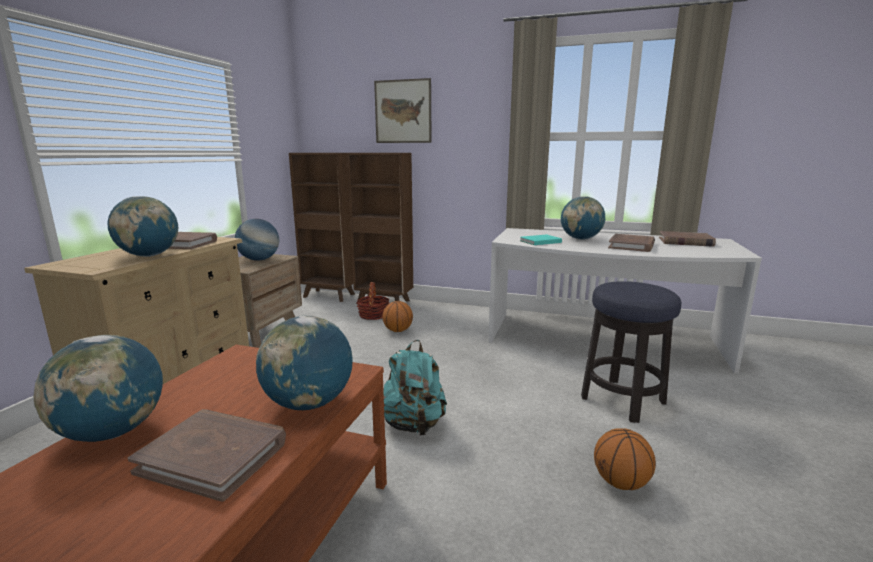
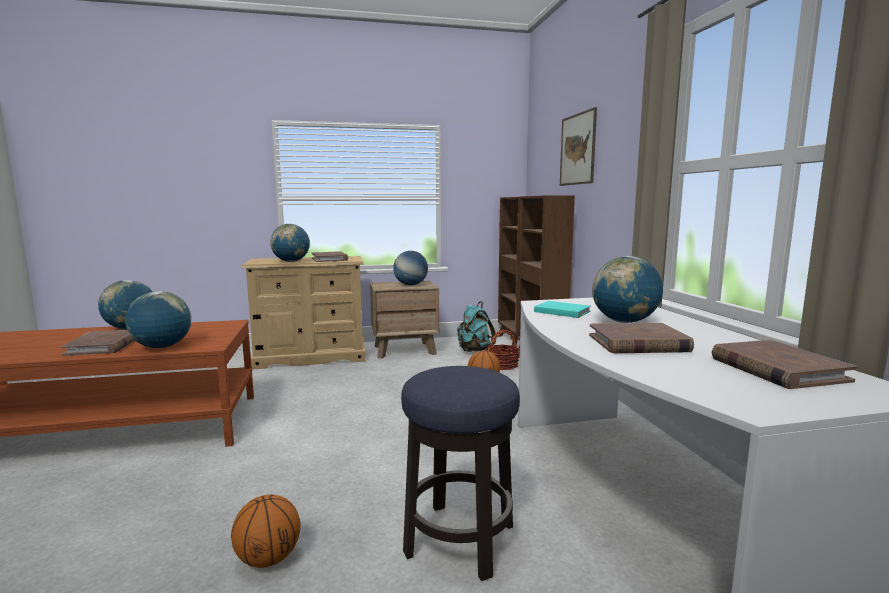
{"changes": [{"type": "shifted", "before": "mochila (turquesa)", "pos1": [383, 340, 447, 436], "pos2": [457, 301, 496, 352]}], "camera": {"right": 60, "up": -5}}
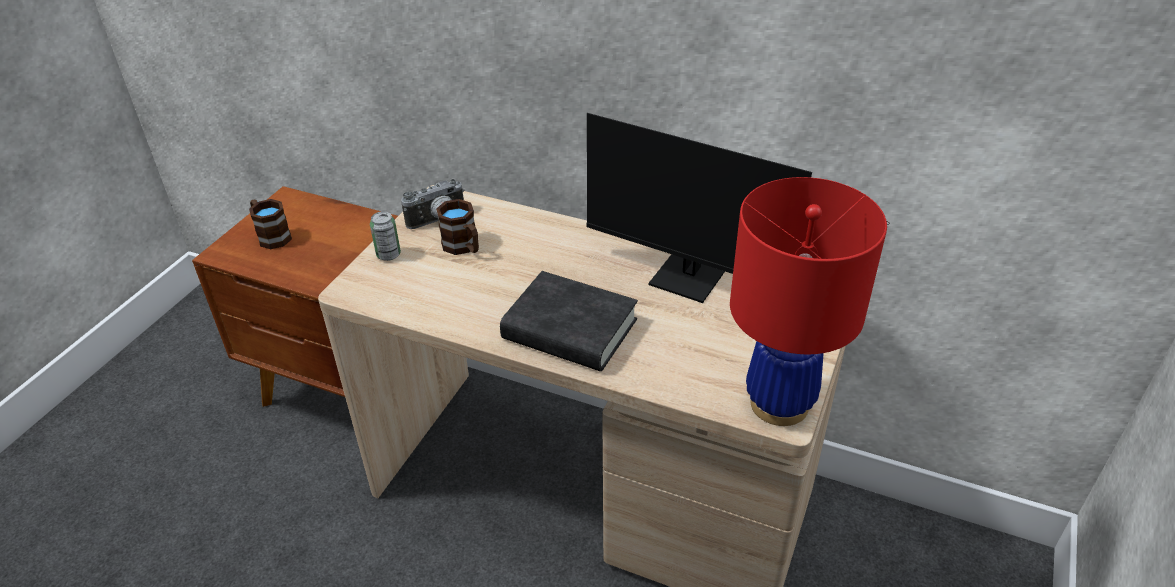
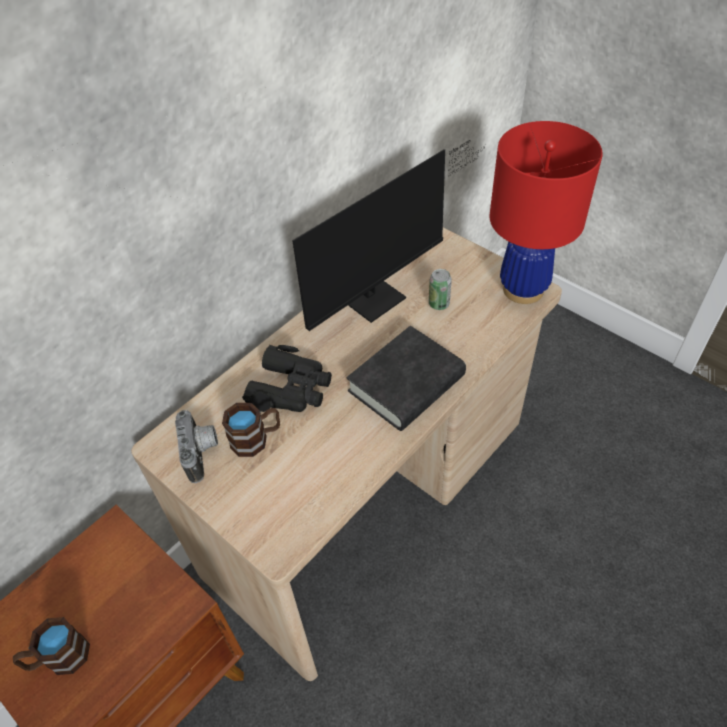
{"changes": [{"type": "shifted", "before": "lata", "pos1": [370, 211, 401, 261], "pos2": [429, 269, 452, 310]}, {"type": "new", "after": "prismáticos (negro)", "pos2": [242, 345, 332, 412]}], "camera": {"right": -70, "up": 10}}
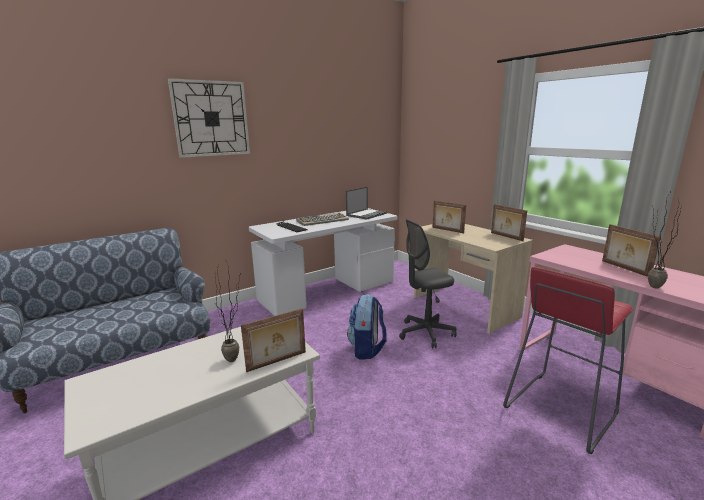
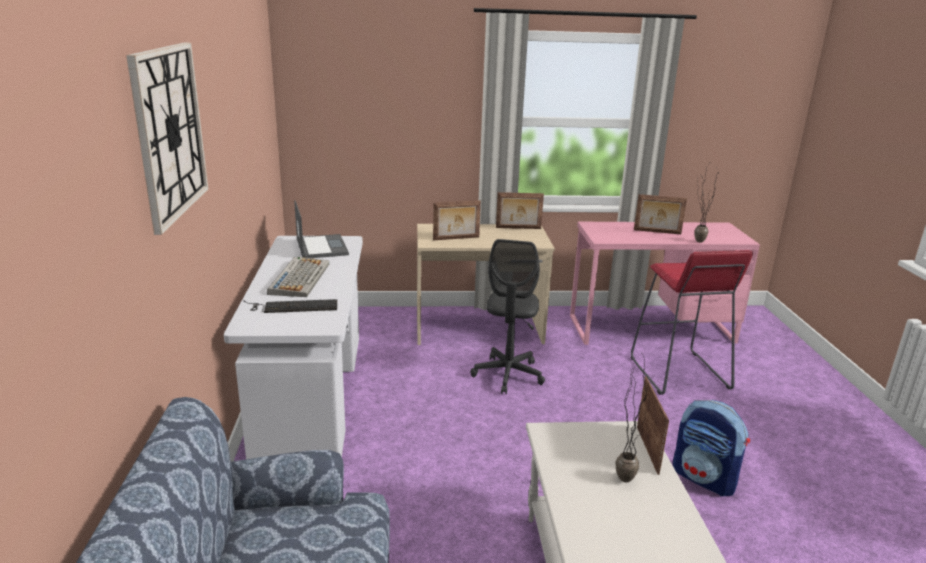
{"changes": [{"type": "shifted", "before": "mochila", "pos1": [347, 294, 387, 360], "pos2": [672, 400, 750, 496]}], "camera": {"right": -60, "up": 5}}
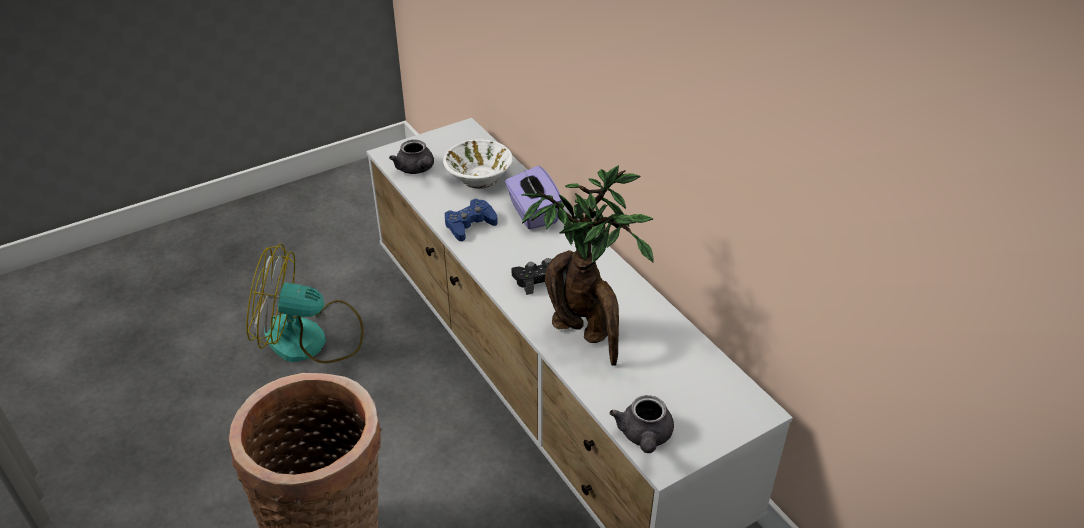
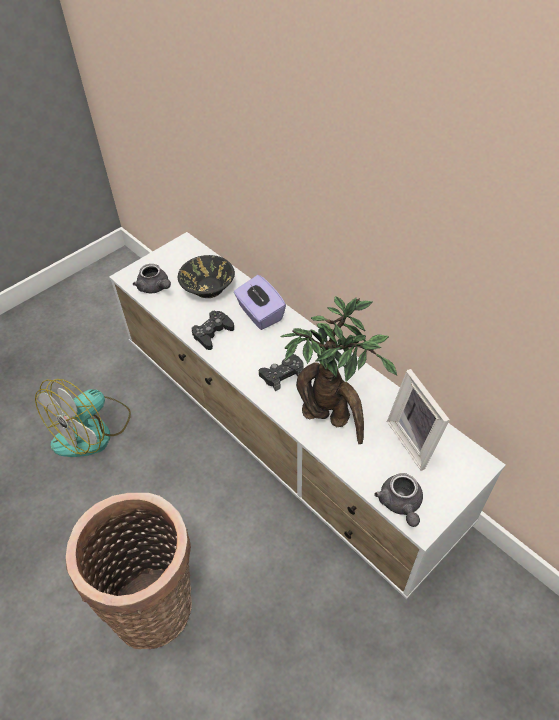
{"changes": [{"type": "rotated", "before": "ventilador", "pos1": [246, 243, 364, 363], "pos2": [35, 379, 131, 457], "turn": -45}, {"type": "repainted", "before": "cuenco (blanco)", "after": "cuenco (negro)", "pos1": [443, 139, 513, 189], "pos2": [178, 255, 235, 298]}, {"type": "repainted", "before": "mando de consola (azul)", "after": "mando de consola (negro)", "pos1": [445, 199, 498, 241], "pos2": [192, 311, 234, 350]}, {"type": "new", "after": "portarretratos", "pos2": [387, 369, 450, 471]}], "camera": {"right": -10, "up": 10}}
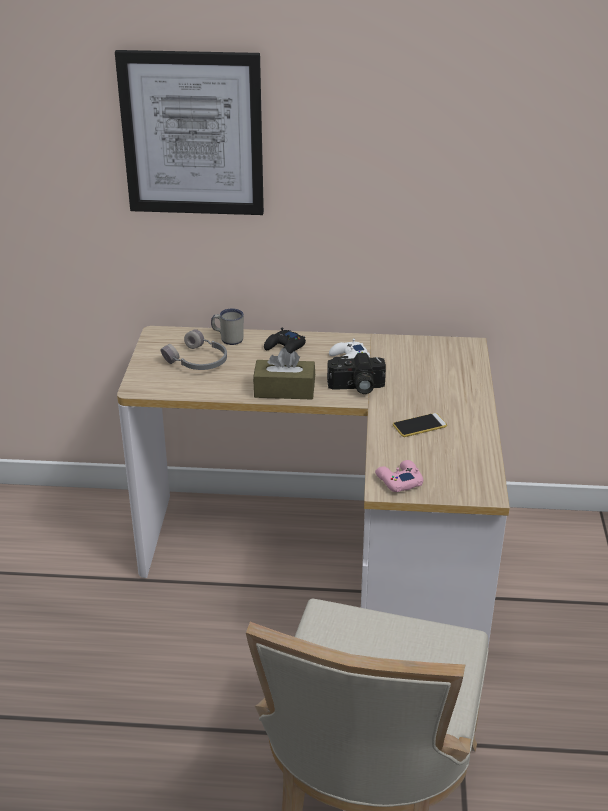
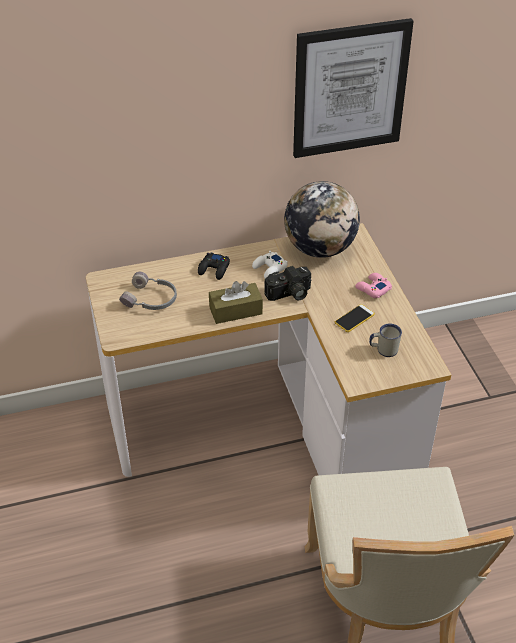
{"changes": [{"type": "shifted", "before": "cuadro", "pos1": [115, 50, 264, 215], "pos2": [293, 18, 414, 158]}, {"type": "shifted", "before": "taza grande (blanco)", "pos1": [211, 309, 244, 345], "pos2": [369, 324, 402, 357]}, {"type": "shifted", "before": "mando de consola (rosa)", "pos1": [375, 460, 423, 492], "pos2": [355, 273, 392, 298]}, {"type": "new", "after": "globo terráqueo", "pos2": [284, 181, 360, 258]}], "camera": {"right": -20, "up": 10}}
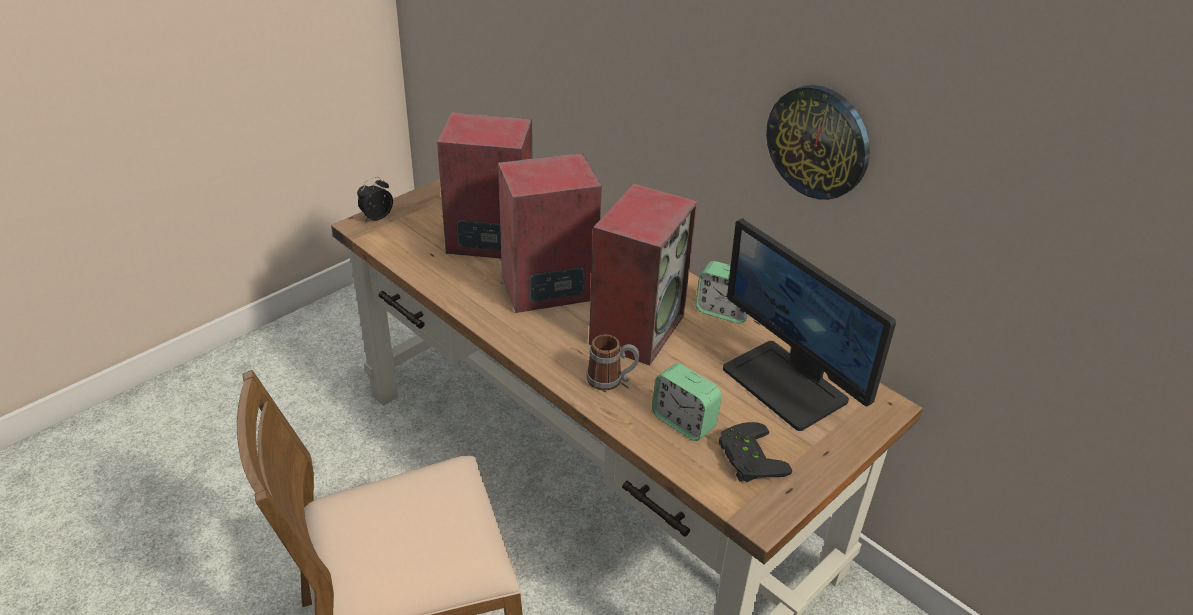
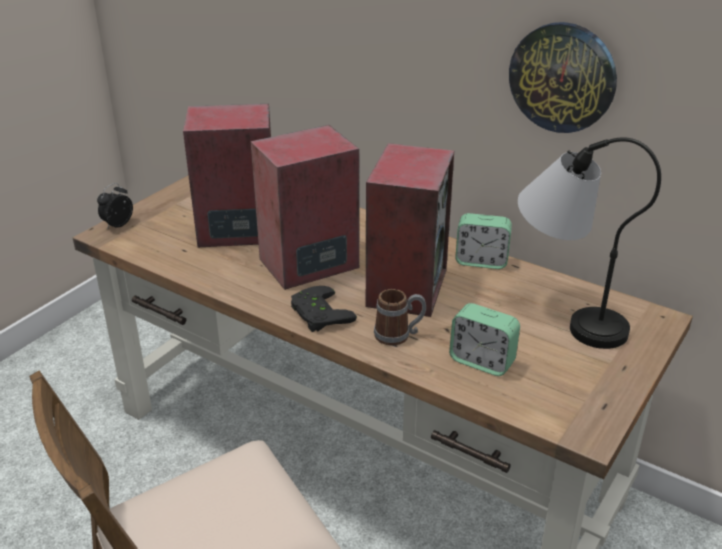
{"changes": [{"type": "shifted", "before": "mando de consola (negro)", "pos1": [719, 422, 792, 482], "pos2": [291, 286, 357, 332]}, {"type": "swapped", "before": "monitor", "after": "lámpara de mesa", "pos1": [723, 219, 896, 431], "pos2": [518, 137, 661, 349]}], "camera": {"right": -10, "up": -5}}
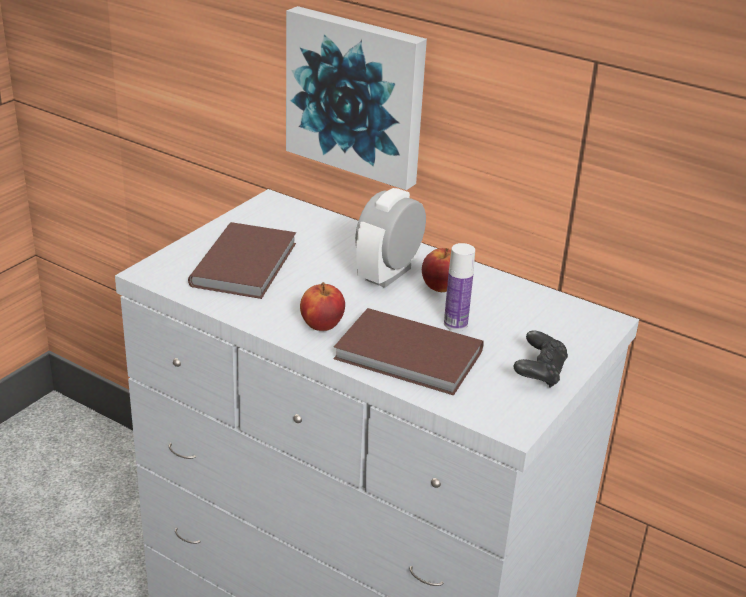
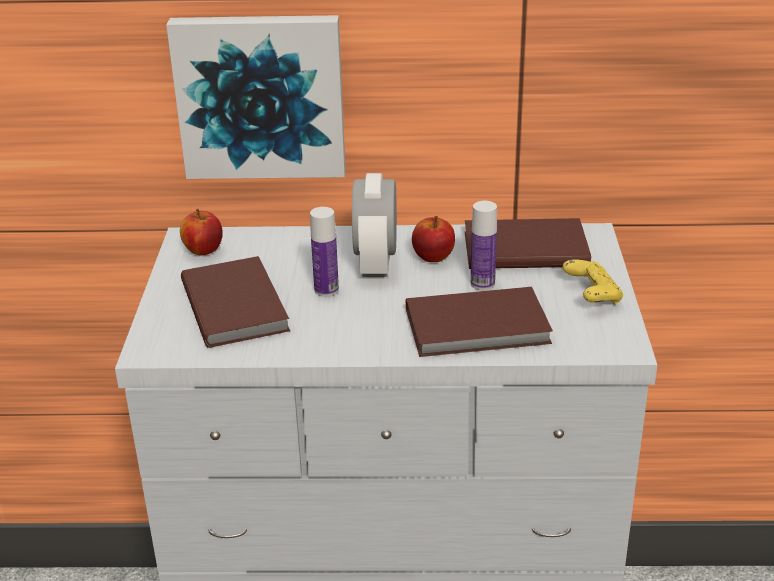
{"changes": [{"type": "shifted", "before": "manzana", "pos1": [300, 282, 345, 331], "pos2": [180, 209, 223, 255]}, {"type": "repainted", "before": "mando de consola (negro)", "after": "mando de consola (amarillo)", "pos1": [514, 330, 568, 388], "pos2": [563, 260, 623, 305]}, {"type": "new", "after": "botella", "pos2": [310, 207, 339, 297]}, {"type": "new", "after": "libro (marrón)", "pos2": [465, 218, 591, 269]}], "camera": {"right": -30, "up": 0}}
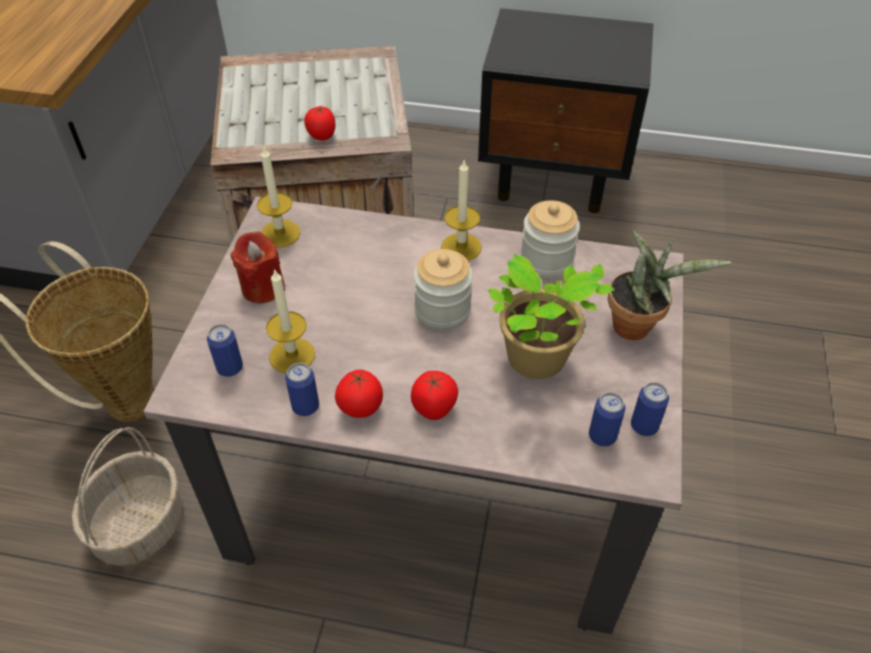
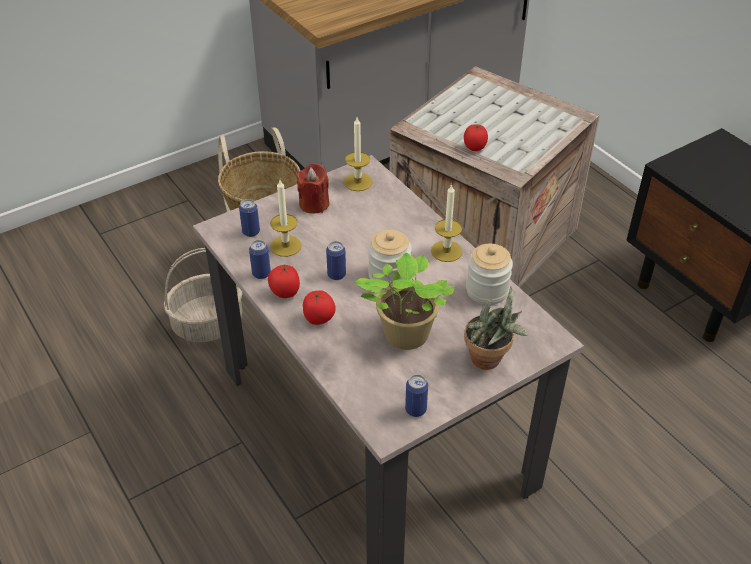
{"changes": [{"type": "shifted", "before": "lata", "pos1": [589, 392, 625, 446], "pos2": [326, 241, 346, 280]}], "camera": {"right": 45, "up": -5}}
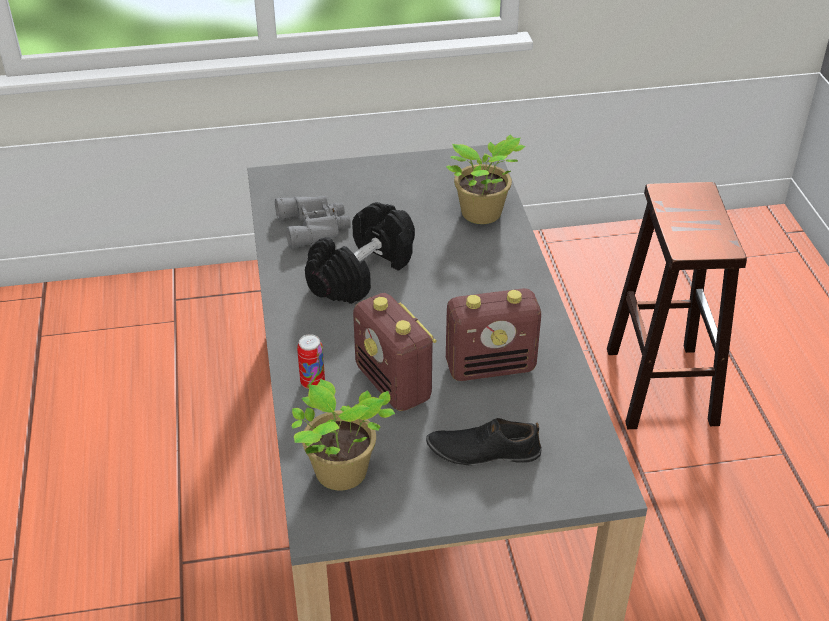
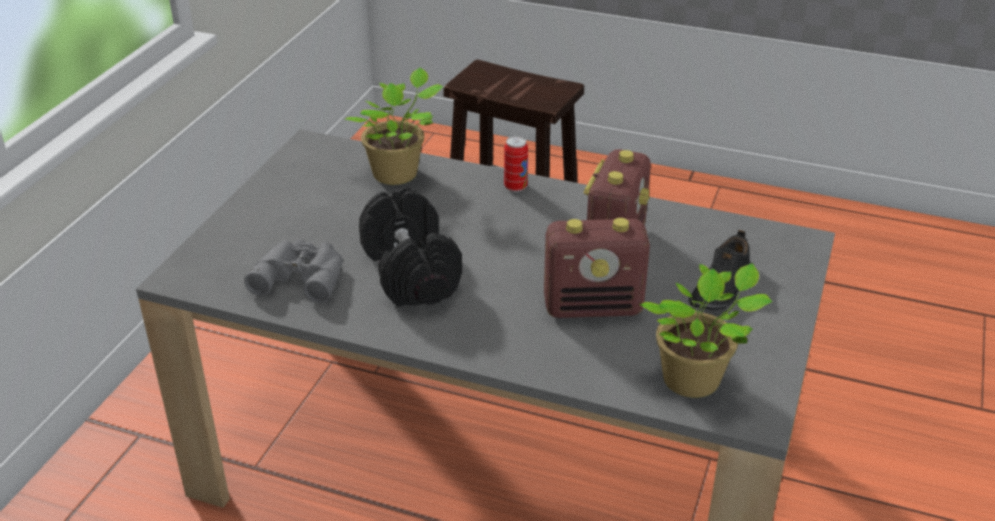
{"changes": [{"type": "shifted", "before": "lata", "pos1": [297, 334, 325, 389], "pos2": [504, 136, 528, 192]}], "camera": {"right": -60, "up": -5}}
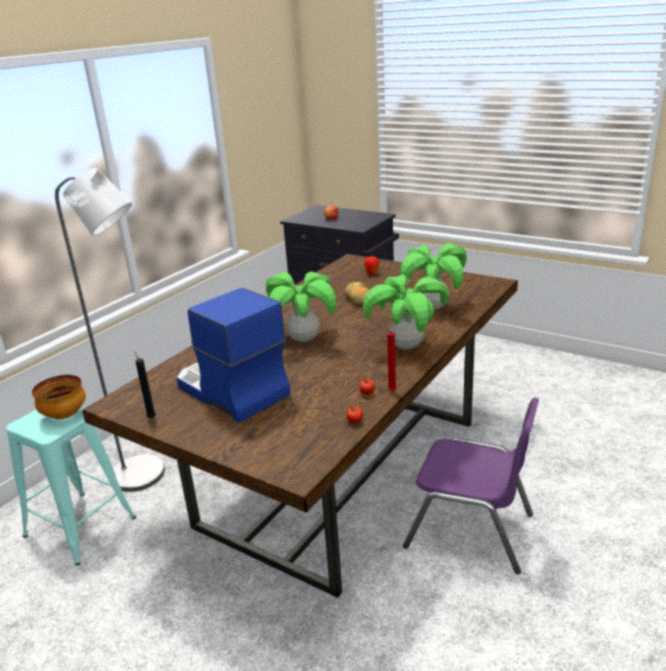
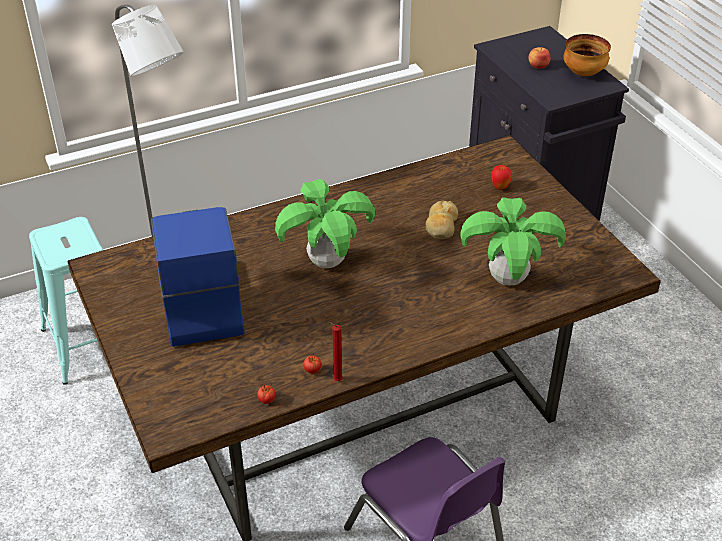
{"changes": [{"type": "shifted", "before": "cuenco", "pos1": [32, 375, 86, 419], "pos2": [564, 34, 611, 76]}, {"type": "gone", "before": "vela (negro)", "pos1": [135, 351, 156, 418]}, {"type": "gone", "before": "planta en maceta", "pos1": [363, 275, 449, 349]}], "camera": {"right": 30, "up": 15}}
